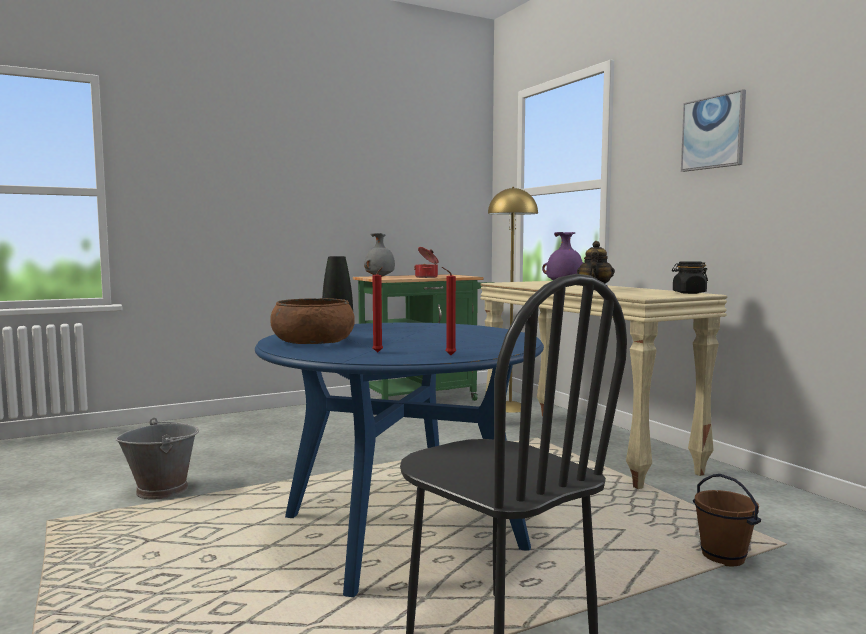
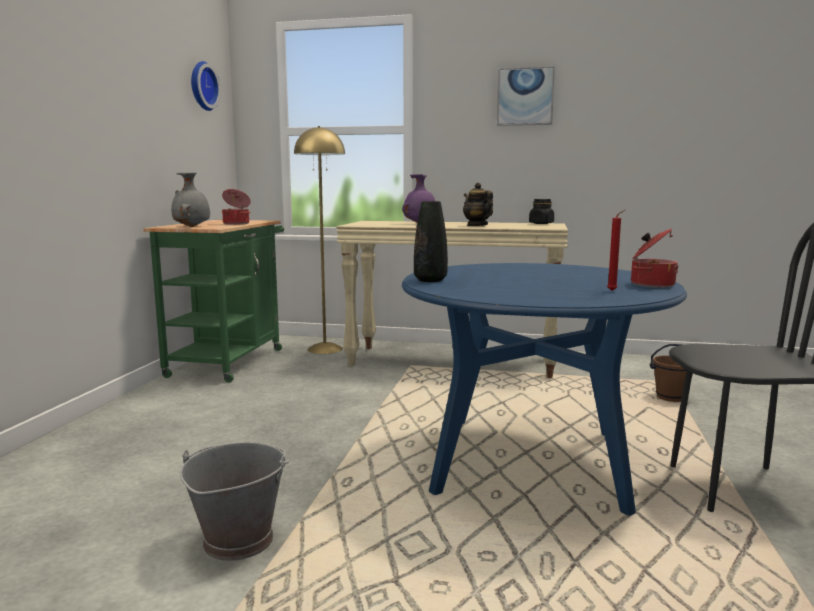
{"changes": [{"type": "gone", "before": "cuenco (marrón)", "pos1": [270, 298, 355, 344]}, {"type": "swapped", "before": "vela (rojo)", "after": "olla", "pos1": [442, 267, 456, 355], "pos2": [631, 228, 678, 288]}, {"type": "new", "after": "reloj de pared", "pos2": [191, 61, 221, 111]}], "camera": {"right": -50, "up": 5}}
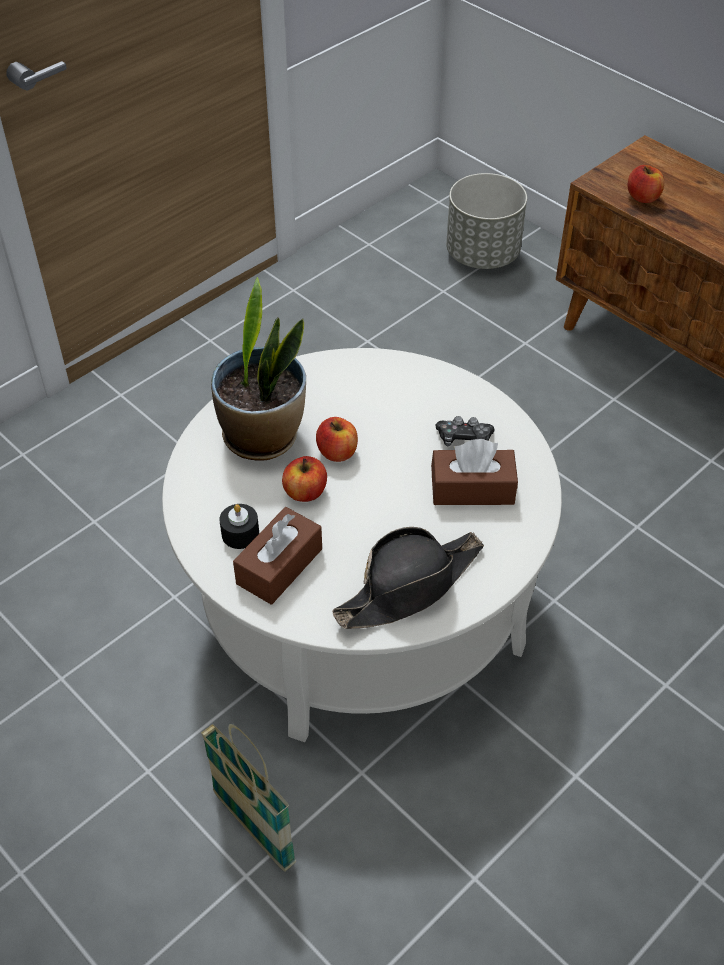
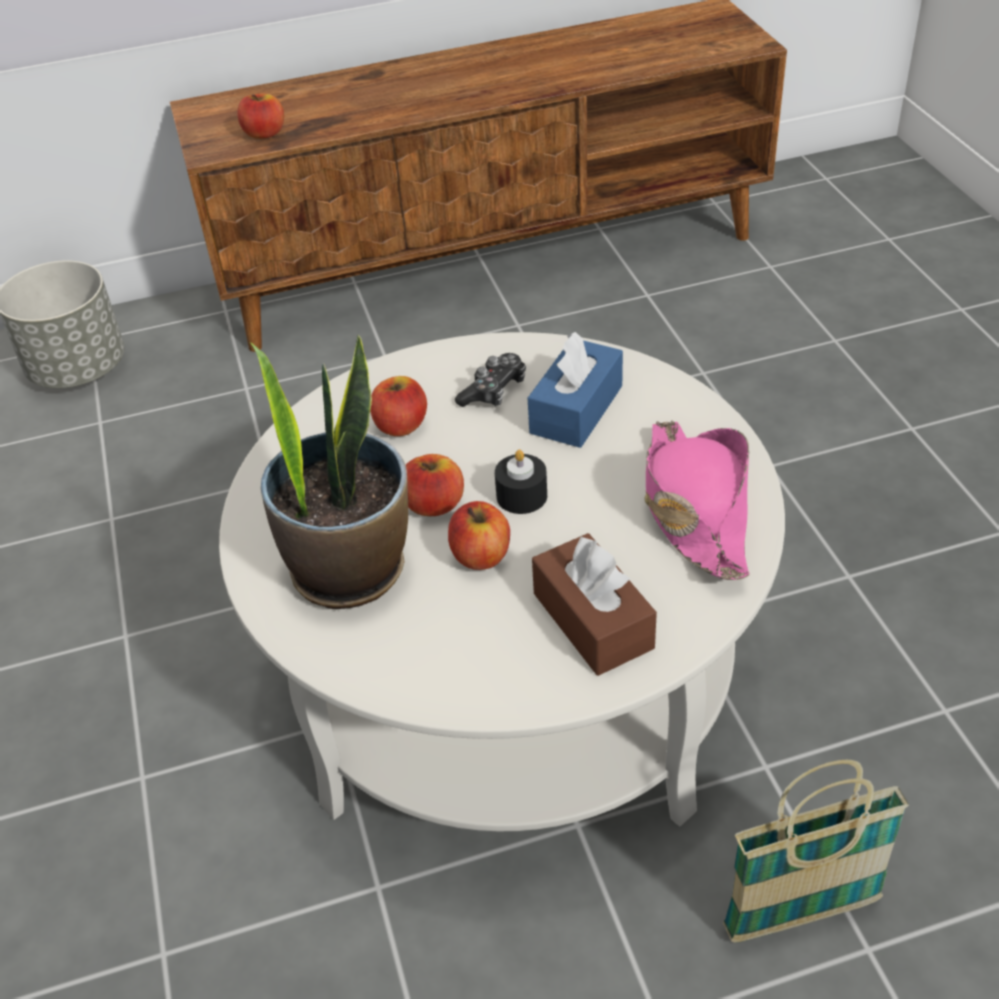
{"changes": [{"type": "shifted", "before": "vela (negro)", "pos1": [219, 504, 259, 549], "pos2": [495, 450, 547, 514]}, {"type": "repainted", "before": "sombrero (negro)", "after": "sombrero (rosa)", "pos1": [332, 527, 484, 629], "pos2": [645, 420, 750, 580]}, {"type": "repainted", "before": "caja de pañuelos (marrón)", "after": "caja de pañuelos (azul)", "pos1": [431, 439, 518, 505], "pos2": [528, 332, 623, 448]}, {"type": "new", "after": "manzana", "pos2": [370, 376, 427, 436]}], "camera": {"right": -60, "up": -5}}
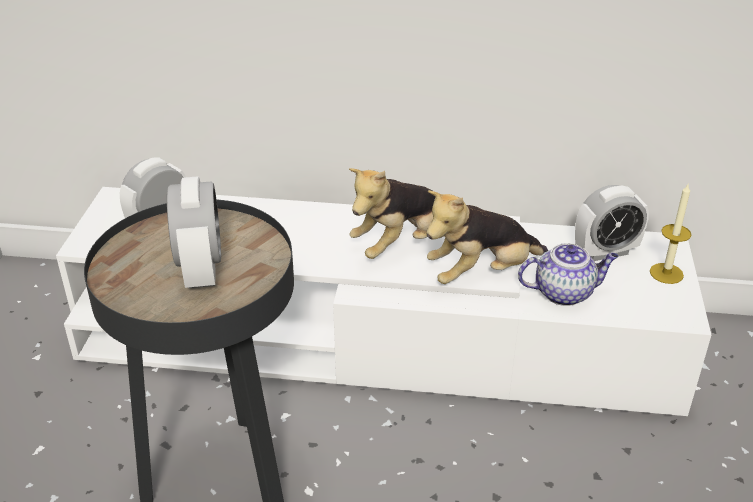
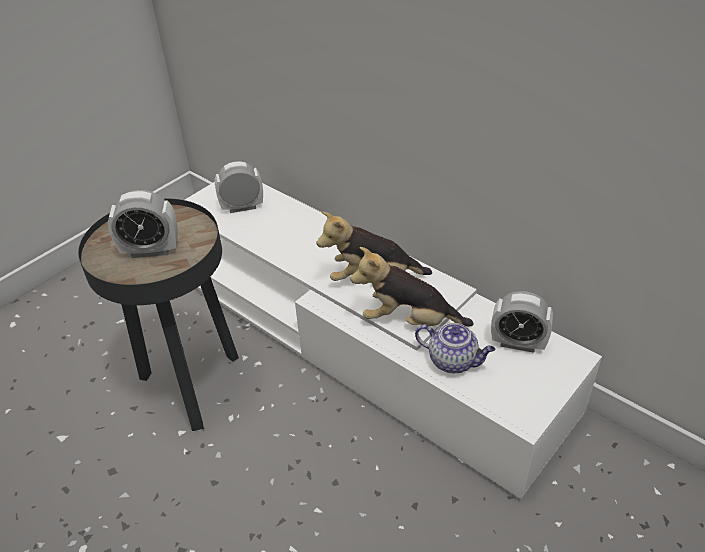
{"changes": [{"type": "rotated", "before": "despertador", "pos1": [167, 176, 221, 288], "pos2": [108, 190, 178, 258], "turn": 60}, {"type": "gone", "before": "vela", "pos1": [650, 184, 691, 284]}], "camera": {"right": 35, "up": 5}}
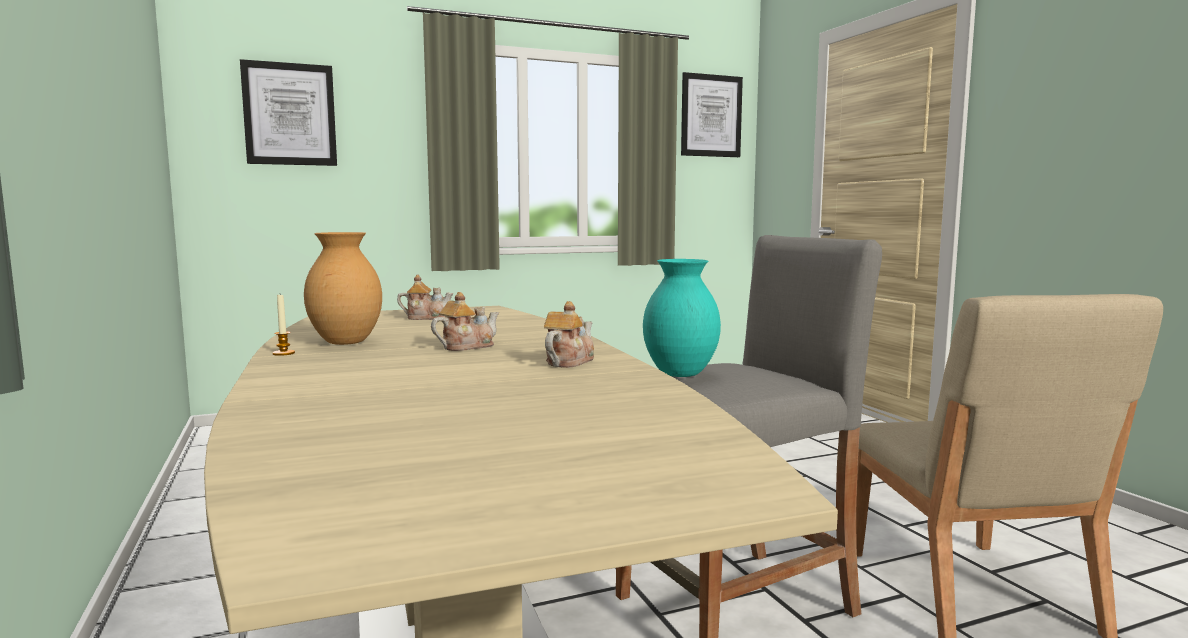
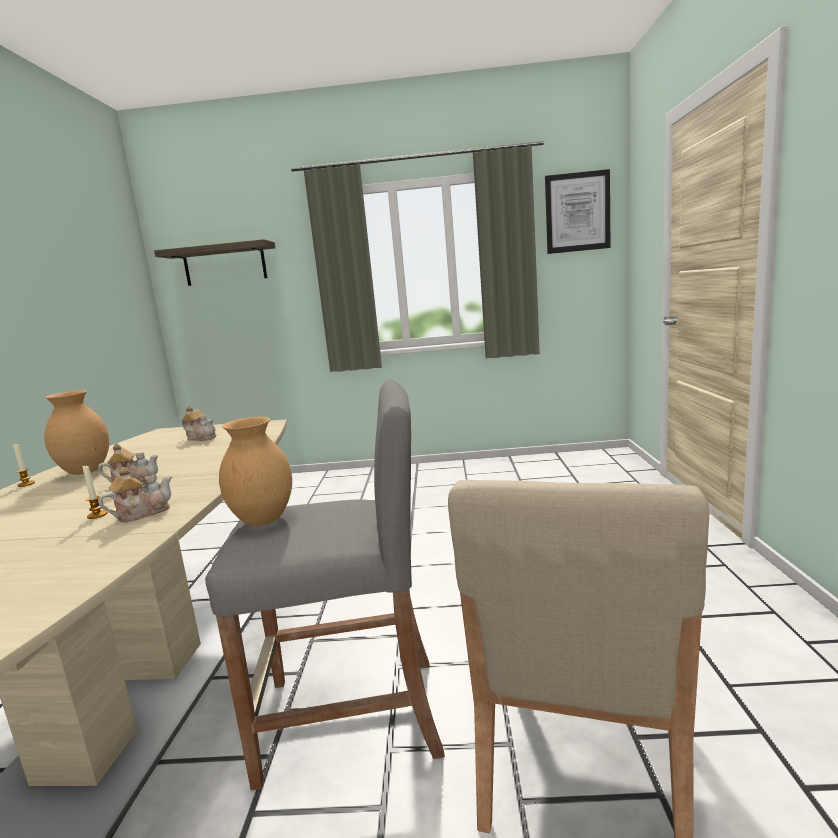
{"changes": [{"type": "swapped", "before": "cuadro", "after": "estante", "pos1": [240, 59, 337, 166], "pos2": [154, 239, 275, 286]}, {"type": "repainted", "before": "florero (turquesa)", "after": "florero (marrón)", "pos1": [643, 259, 721, 377], "pos2": [219, 417, 292, 526]}, {"type": "new", "after": "vela", "pos2": [83, 466, 108, 519]}], "camera": {"right": 25, "up": 5}}
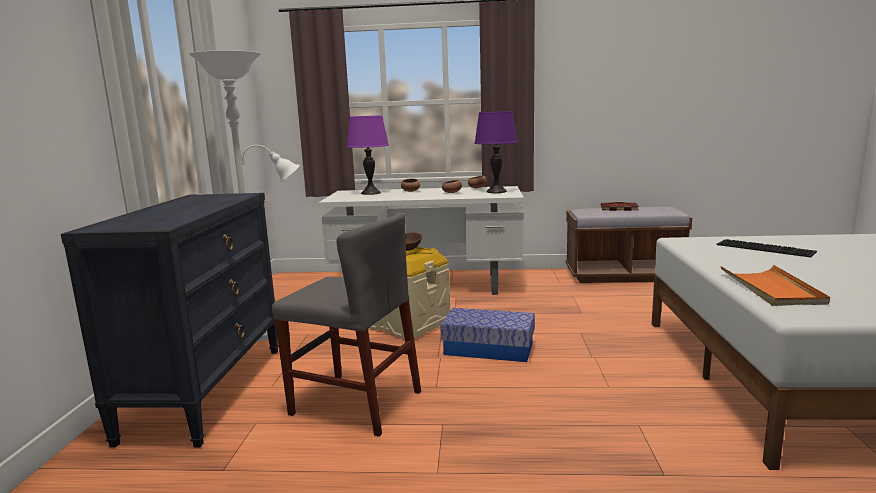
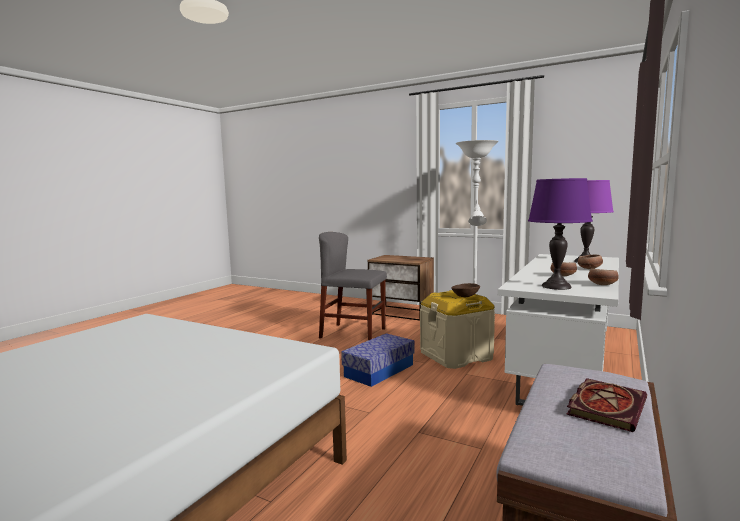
{"changes": [{"type": "swapped", "before": "cómoda (negro)", "after": "mesita de noche", "pos1": [61, 193, 279, 447], "pos2": [367, 255, 434, 321]}, {"type": "rotated", "before": "silla (gris)", "pos1": [272, 213, 421, 437], "pos2": [319, 232, 387, 341], "turn": 60}, {"type": "gone", "before": "teclado", "pos1": [717, 239, 817, 257]}, {"type": "gone", "before": "bandeja (naranja)", "pos1": [720, 265, 830, 306]}], "camera": {"right": 115, "up": -5}}
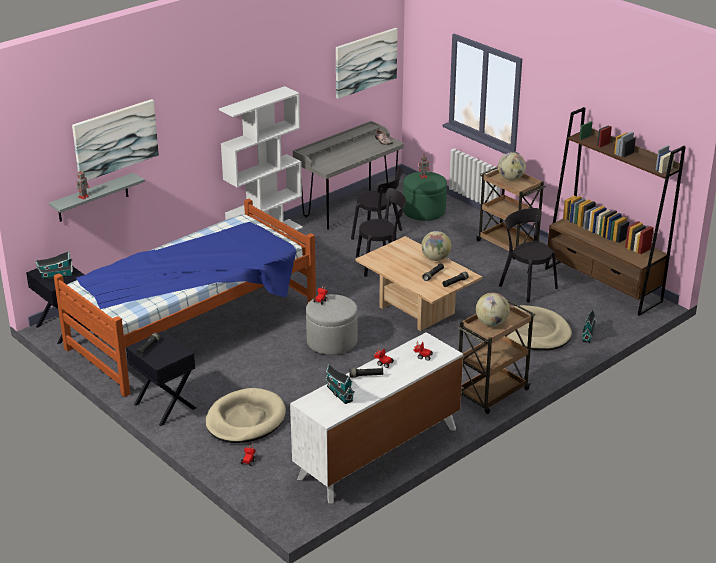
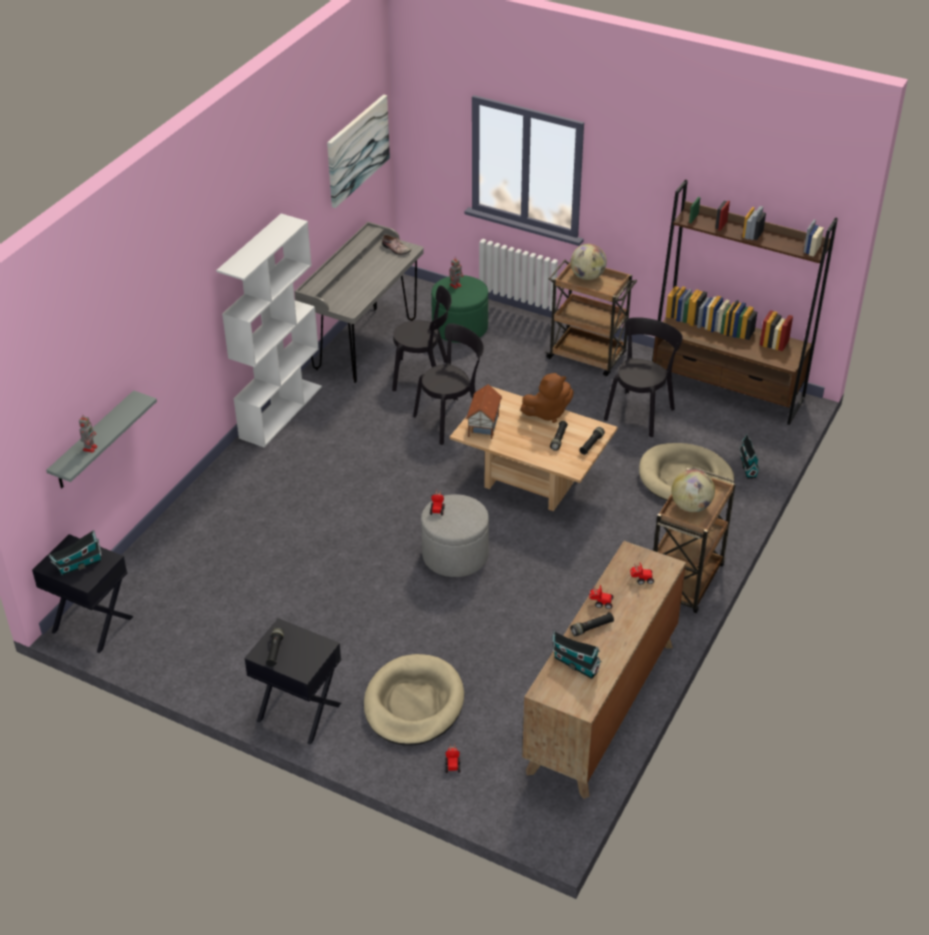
{"changes": [{"type": "gone", "before": "cama", "pos1": [54, 199, 316, 397]}, {"type": "gone", "before": "cuadro", "pos1": [72, 99, 159, 181]}, {"type": "repainted", "before": "cómoda (blanco)", "after": "cómoda (marrón)", "pos1": [290, 332, 463, 504], "pos2": [522, 541, 686, 799]}, {"type": "swapped", "before": "globo terráqueo", "after": "peluche (marrón)", "pos1": [421, 231, 451, 261], "pos2": [520, 373, 574, 423]}, {"type": "rotated", "before": "silla (negro)", "pos1": [499, 208, 558, 303], "pos2": [604, 317, 683, 437], "turn": 90}, {"type": "new", "after": "casita", "pos2": [466, 384, 502, 439]}], "camera": {"right": -20, "up": 10}}
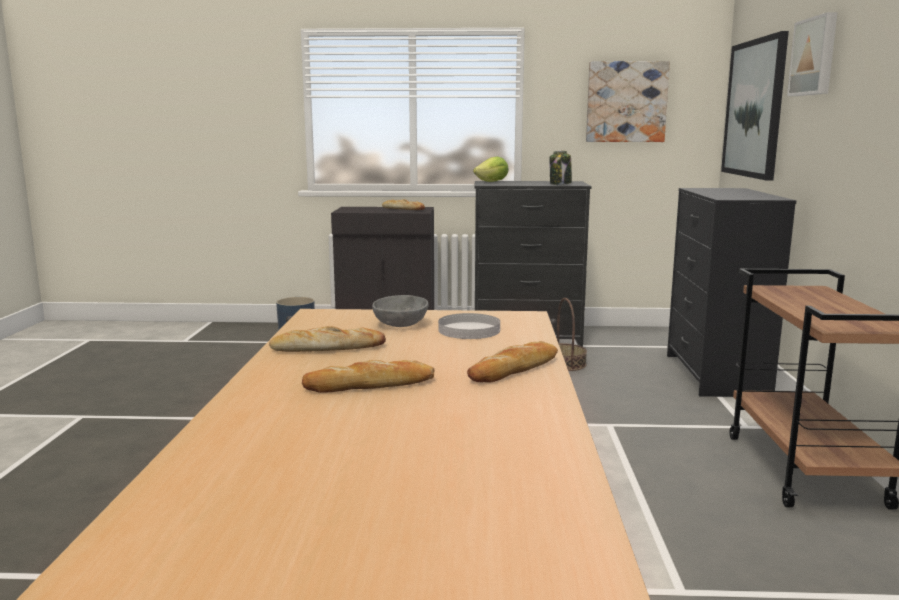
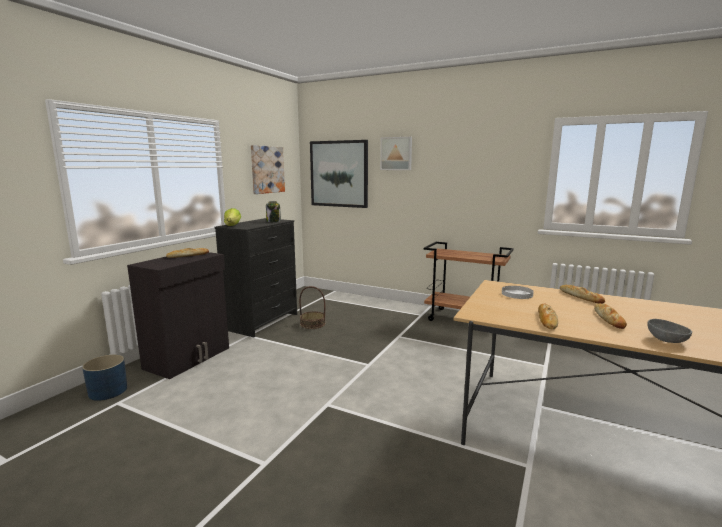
{"changes": [{"type": "shifted", "before": "cuenco (gris)", "pos1": [372, 295, 428, 327], "pos2": [647, 319, 692, 343]}, {"type": "gone", "before": "cómoda (negro)", "pos1": [667, 188, 796, 397]}], "camera": {"right": -65, "up": 0}}
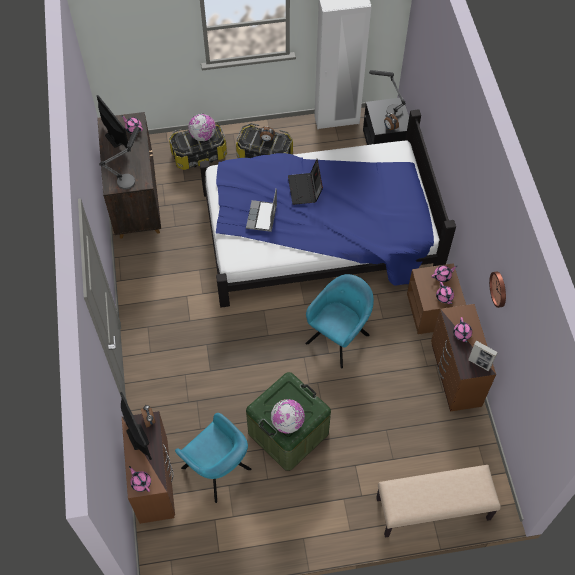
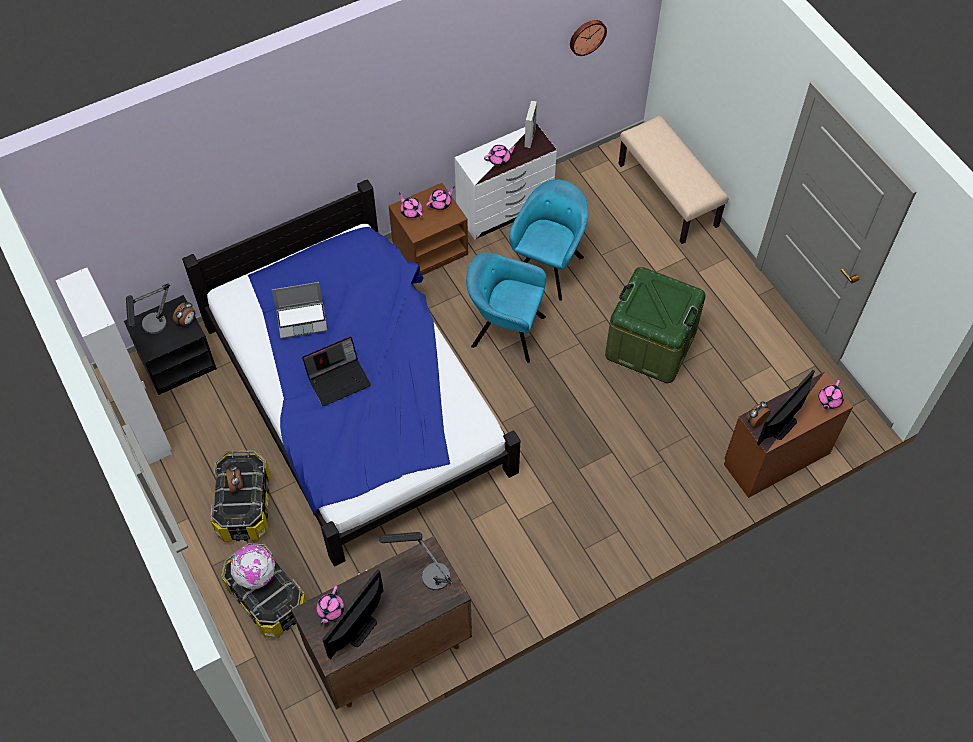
{"changes": [{"type": "shifted", "before": "sillón (turquesa)", "pos1": [175, 413, 252, 503], "pos2": [509, 179, 588, 301]}, {"type": "shifted", "before": "portátil", "pos1": [246, 188, 277, 232], "pos2": [272, 282, 327, 339]}, {"type": "gone", "before": "globo terráqueo", "pos1": [271, 399, 305, 434]}, {"type": "repainted", "before": "cómoda (marrón)", "after": "cómoda (blanco)", "pos1": [431, 304, 496, 412], "pos2": [455, 123, 557, 239]}, {"type": "shifted", "before": "reloj de pared", "pos1": [489, 272, 506, 308], "pos2": [570, 20, 607, 56]}], "camera": {"right": -110, "up": 0}}
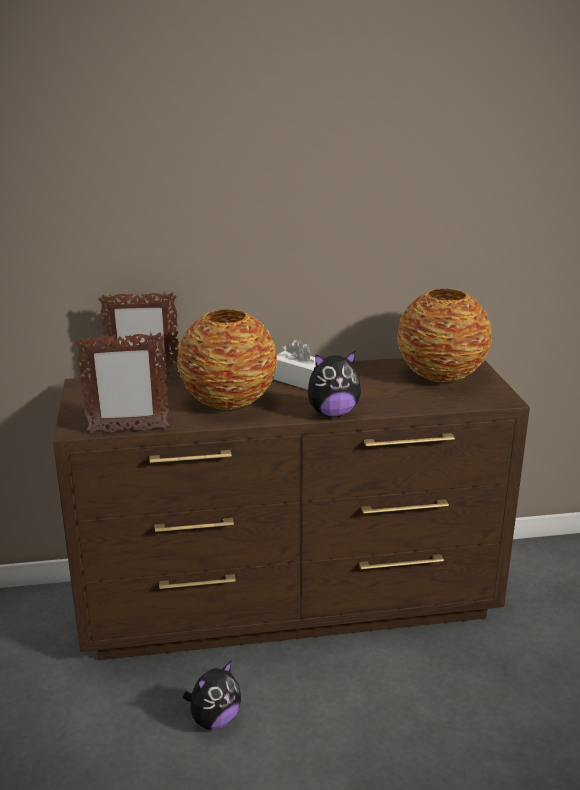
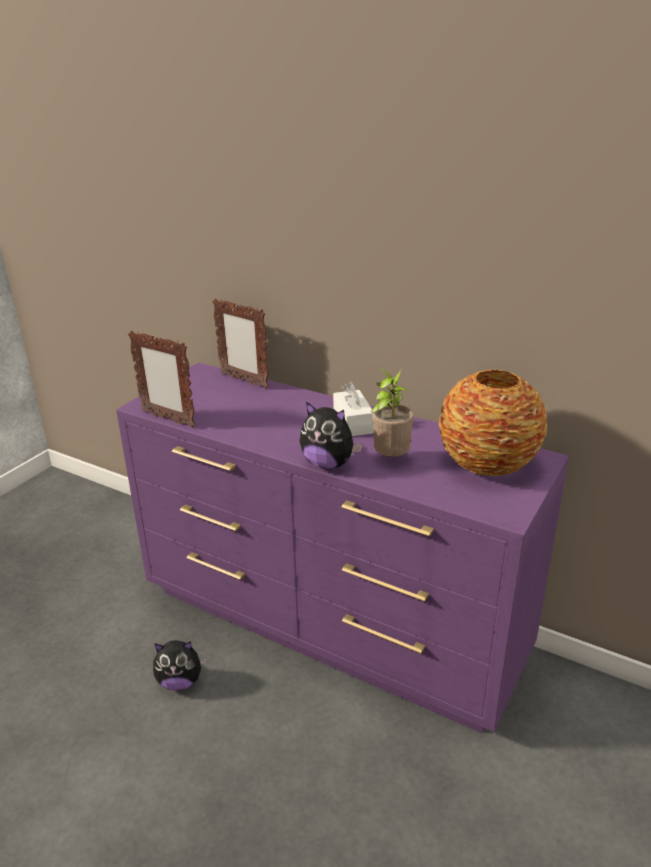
{"changes": [{"type": "repainted", "before": "cómoda (marrón)", "after": "cómoda (morado)", "pos1": [53, 358, 530, 660], "pos2": [116, 363, 569, 733]}, {"type": "gone", "before": "florero", "pos1": [177, 309, 278, 410]}, {"type": "new", "after": "planta en maceta", "pos2": [371, 367, 414, 456]}], "camera": {"right": 40, "up": 5}}
